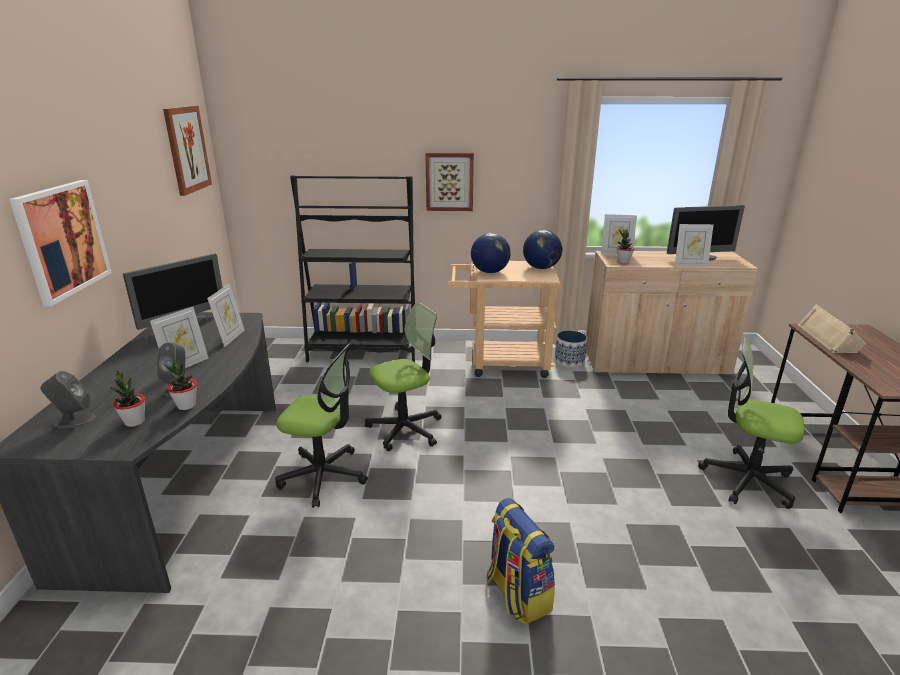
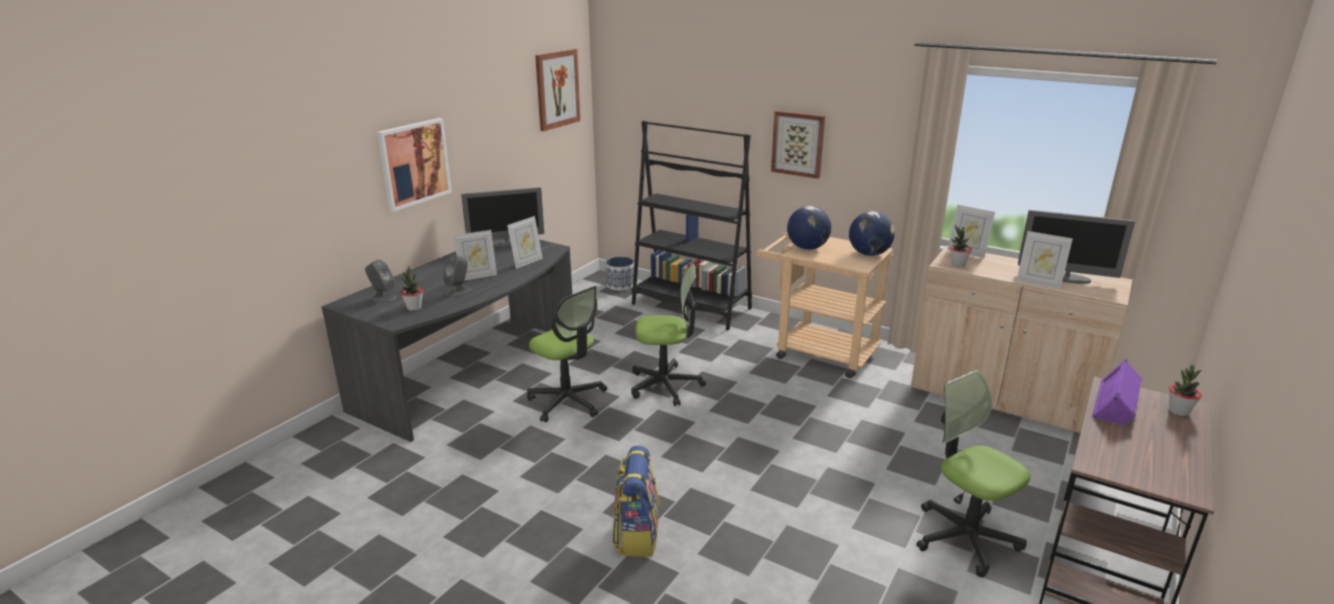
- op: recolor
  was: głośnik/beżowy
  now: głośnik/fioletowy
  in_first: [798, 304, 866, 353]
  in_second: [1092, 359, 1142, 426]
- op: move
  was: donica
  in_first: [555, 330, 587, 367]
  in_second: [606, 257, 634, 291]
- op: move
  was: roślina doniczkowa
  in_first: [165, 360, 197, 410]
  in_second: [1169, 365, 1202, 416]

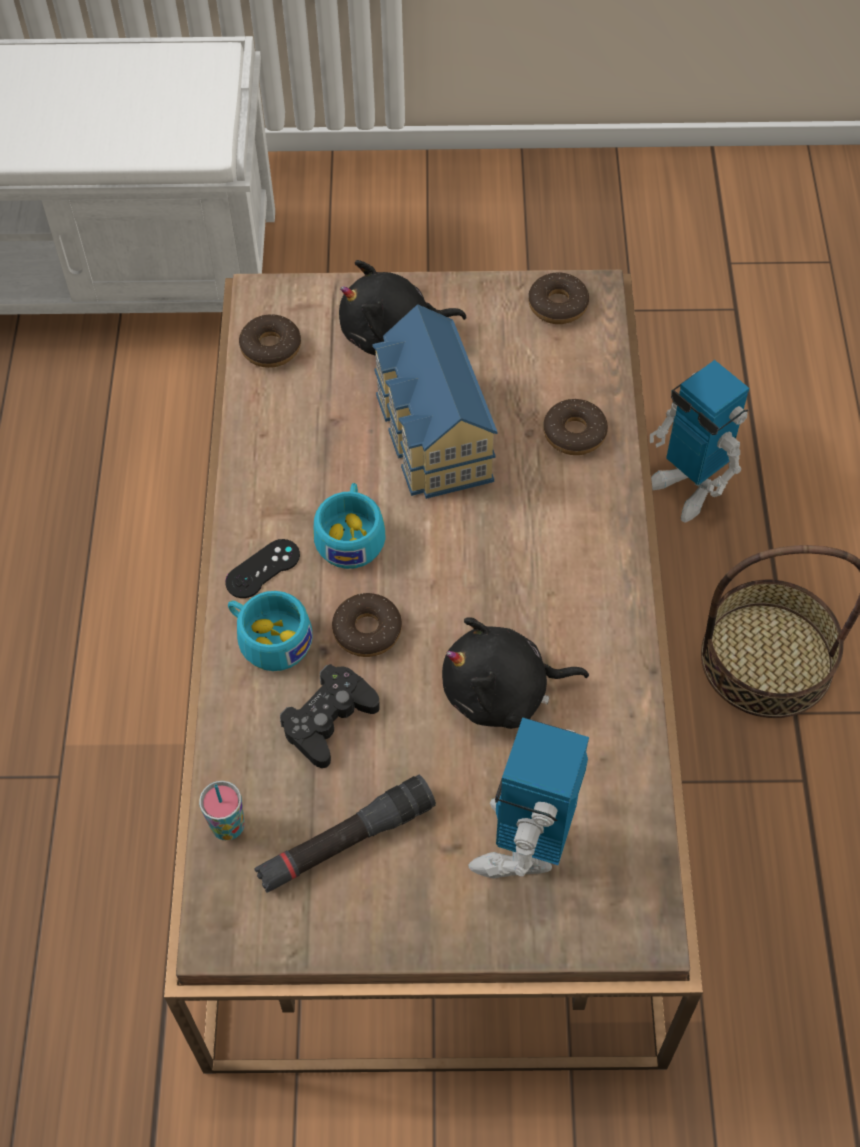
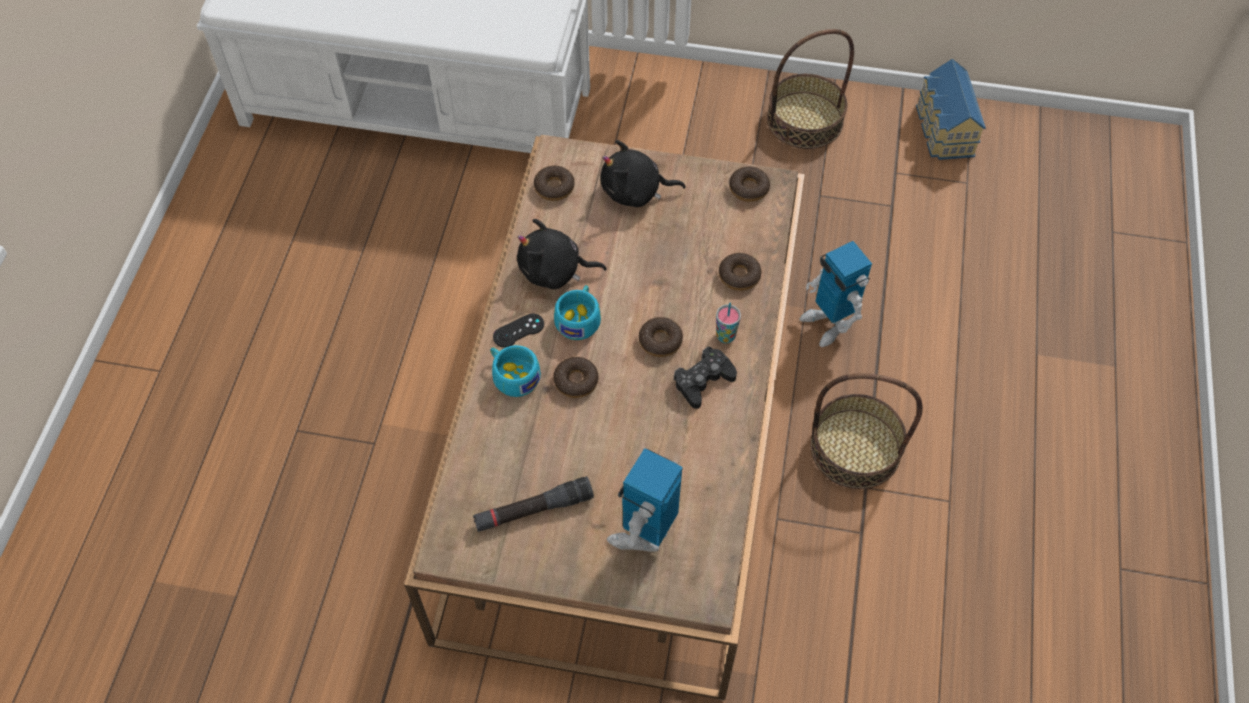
- op: move
  was: domek
  in_first: [372, 304, 498, 499]
  in_second: [916, 59, 986, 160]
- op: move
  was: pluszak/czarny
  in_first: [442, 617, 589, 729]
  in_second: [517, 219, 607, 289]
- op: move
  was: pad do gier/czarny
  in_first: [280, 664, 380, 768]
  in_second: [674, 347, 737, 409]
- op: move
  was: filiżanka
  in_first: [199, 781, 245, 840]
  in_second: [716, 303, 741, 343]
- op: insert
  now: koszyk
  in_second: [767, 29, 854, 149]
- op: insert
  now: donut
  in_second: [639, 317, 683, 357]

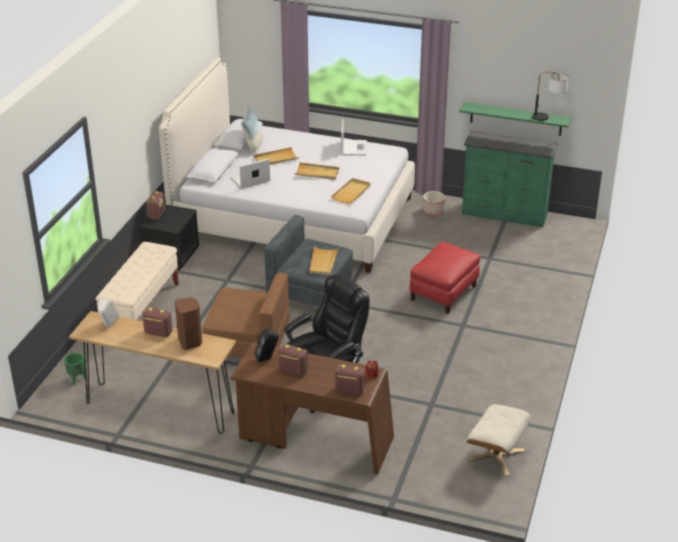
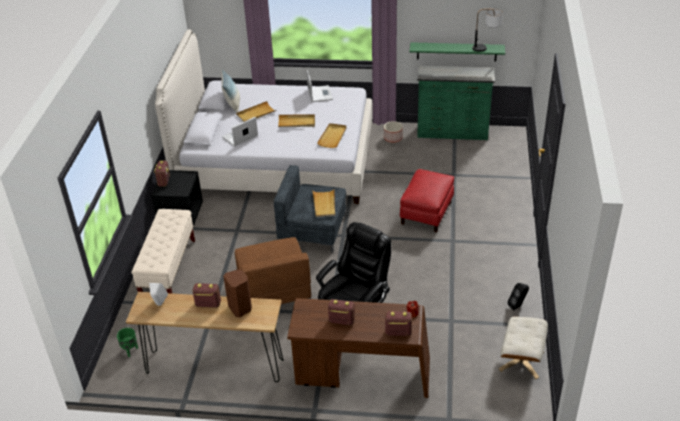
- op: rotate
  was: fotel/brązowy
  in_first: [203, 273, 290, 358]
  in_second: [235, 237, 312, 304]
  clockwise: 75
- op: move
  was: głośnik/czarny
  in_first: [255, 328, 279, 362]
  in_second: [507, 283, 529, 310]

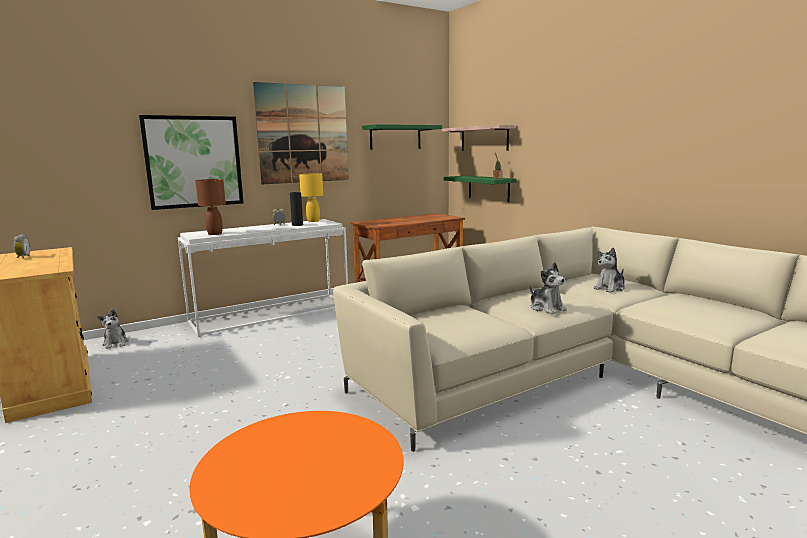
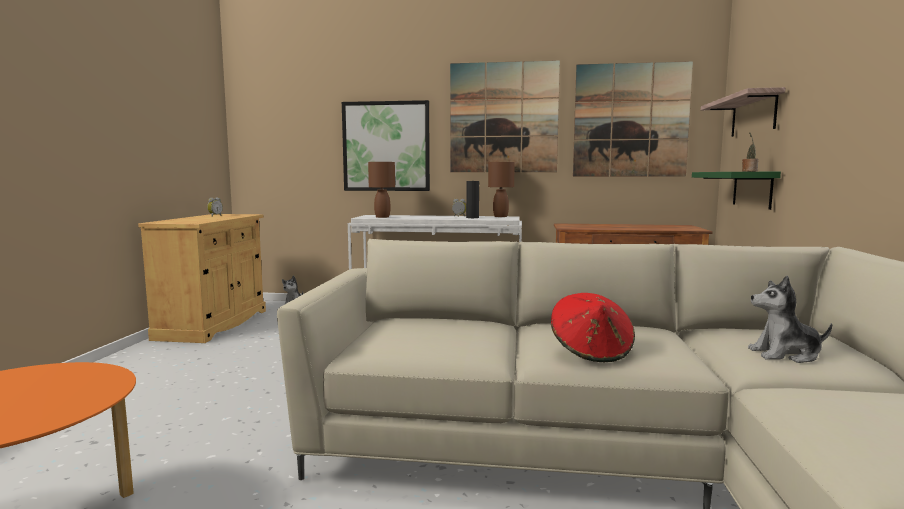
- op: replace
  was: półka/zielony
  now: obraz
  in_first: [362, 124, 442, 150]
  in_second: [573, 61, 693, 176]
- op: recolor
  was: lampa stołowa/żółty
  now: lampa stołowa/brązowy
  in_first: [299, 173, 323, 222]
  in_second: [488, 162, 515, 217]
- op: replace
  was: pluszak
  now: kapelusz/czerwony
  in_first: [529, 262, 567, 314]
  in_second: [551, 293, 635, 362]

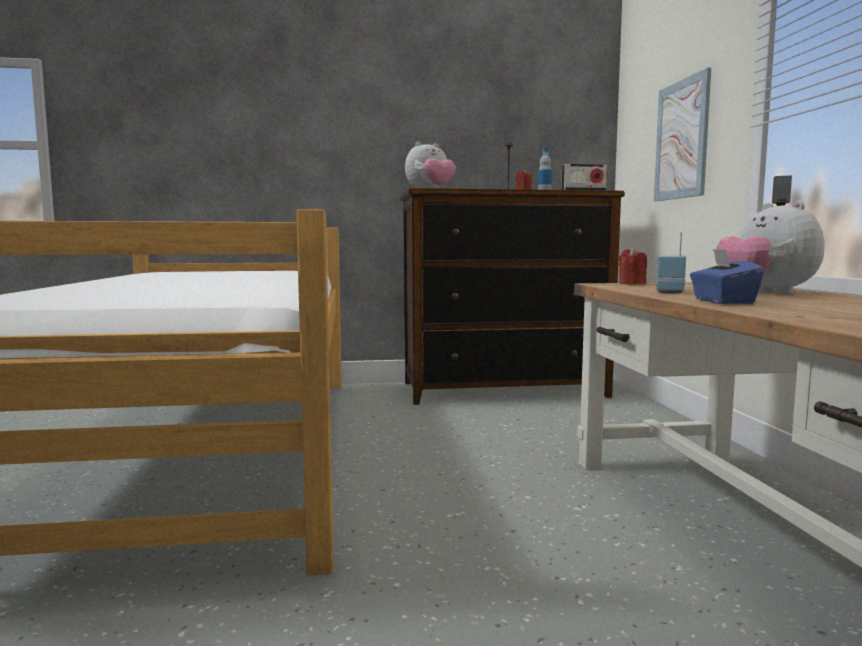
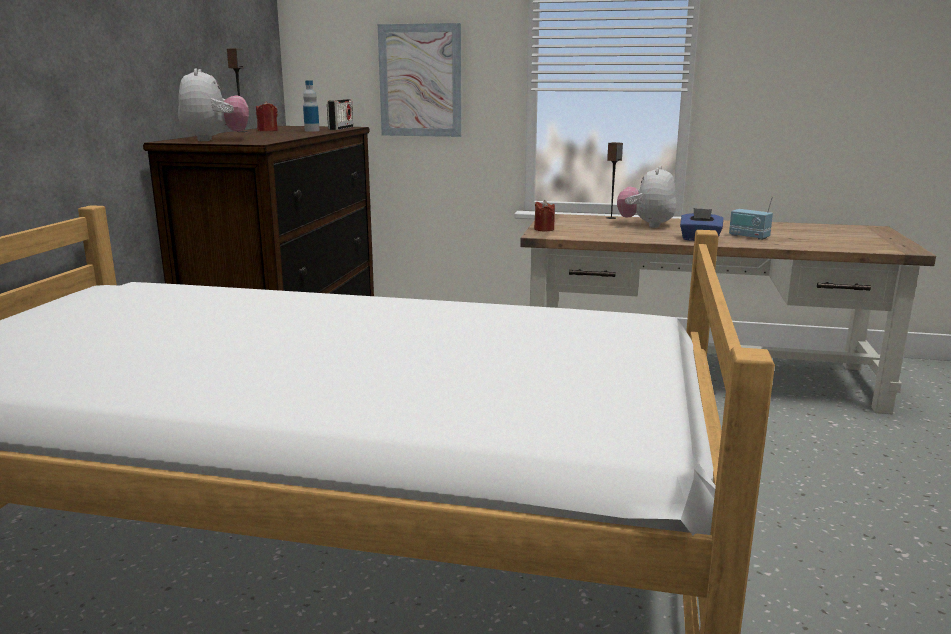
- op: rotate
  was: pluszak
  in_first: [715, 200, 824, 295]
  in_second: [617, 166, 676, 228]
  clockwise: 105
- op: move
  was: radio
  in_first: [656, 232, 686, 293]
  in_second: [729, 196, 773, 240]

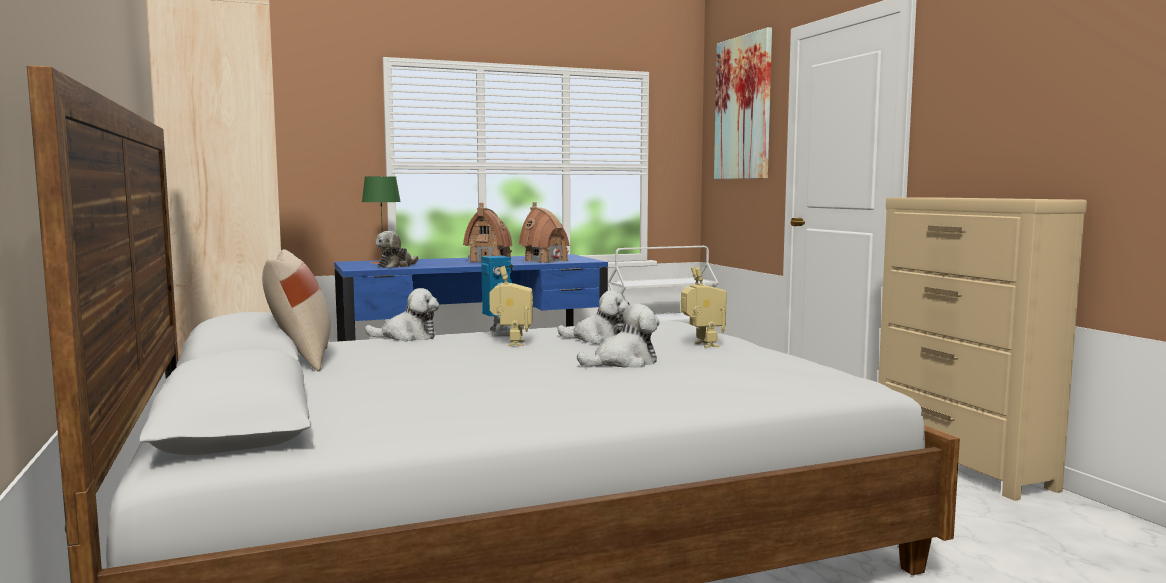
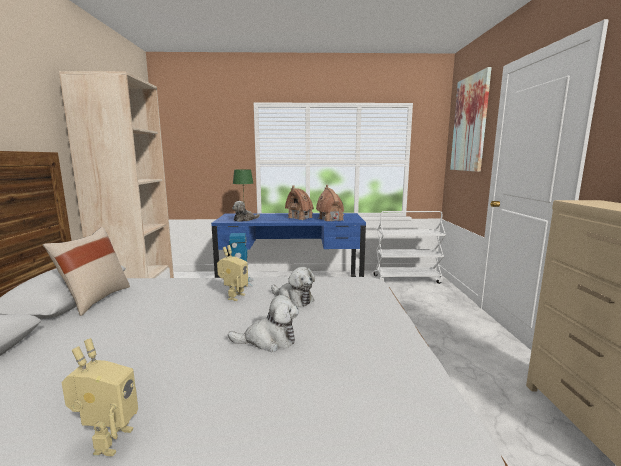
- op: move
  was: robot zabawkowy
  in_first: [681, 267, 727, 348]
  in_second: [61, 338, 138, 456]
- op: delete
  was: pluszak
  in_first: [365, 288, 439, 342]

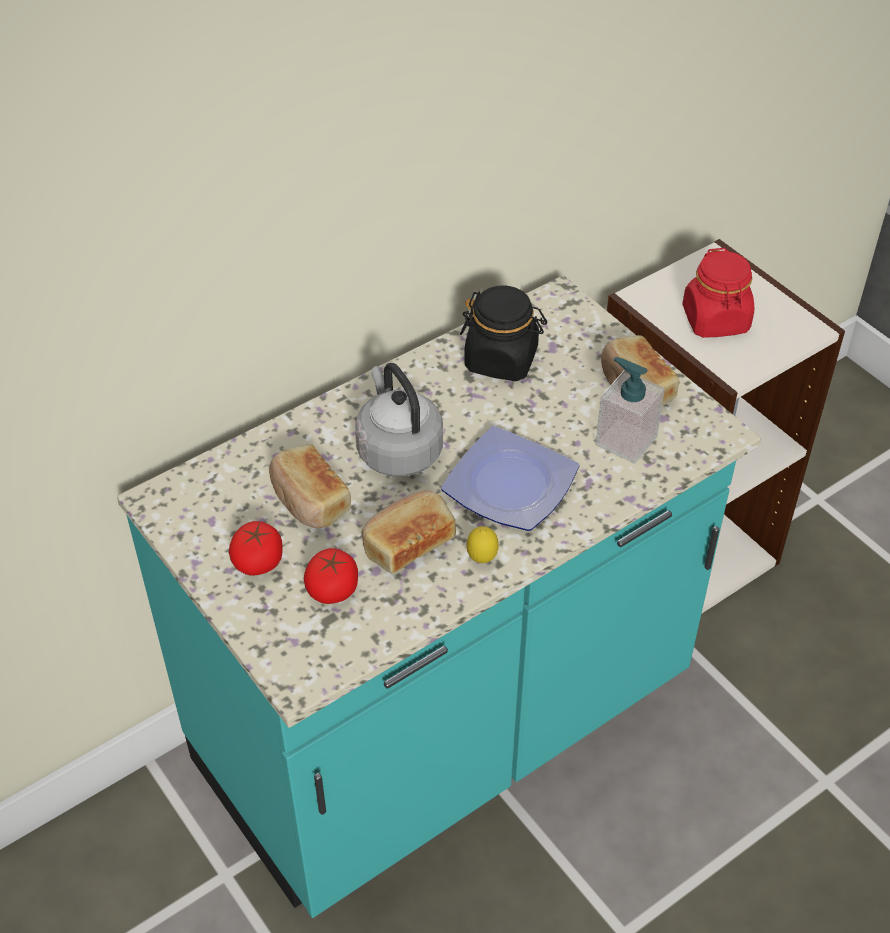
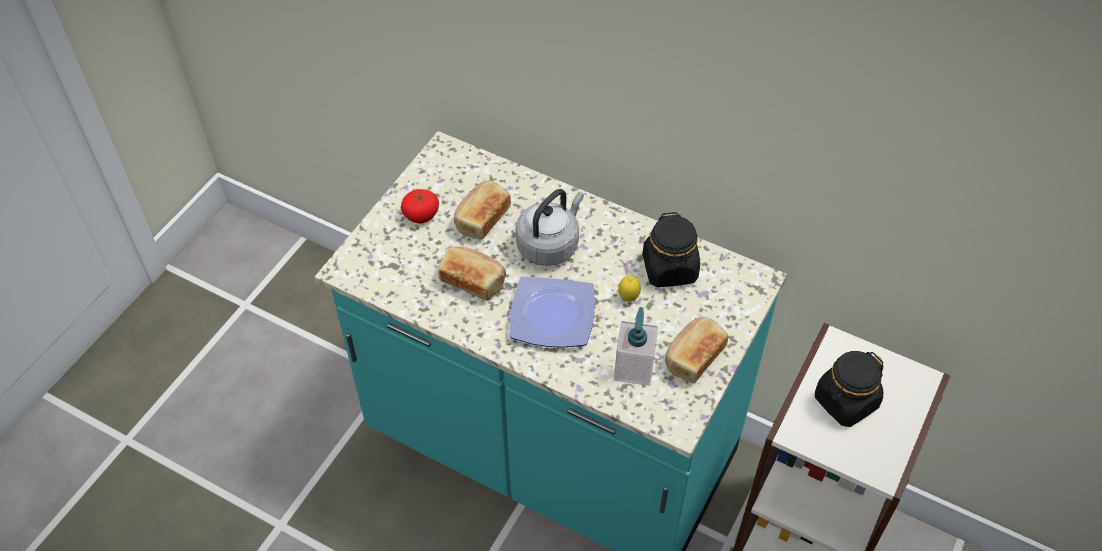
- op: recolor
  was: słoik/czerwony
  now: słoik/czarny
  in_first: [682, 248, 754, 338]
  in_second: [815, 351, 884, 427]
- op: move
  was: cytryna
  in_first: [466, 526, 499, 563]
  in_second: [618, 276, 641, 301]
- op: delete
  was: pomidor
  in_first: [304, 548, 358, 604]

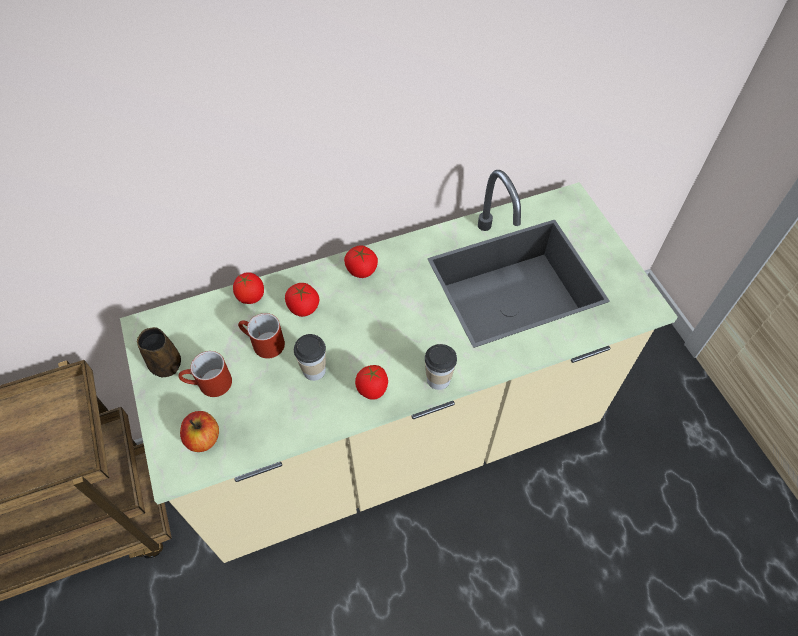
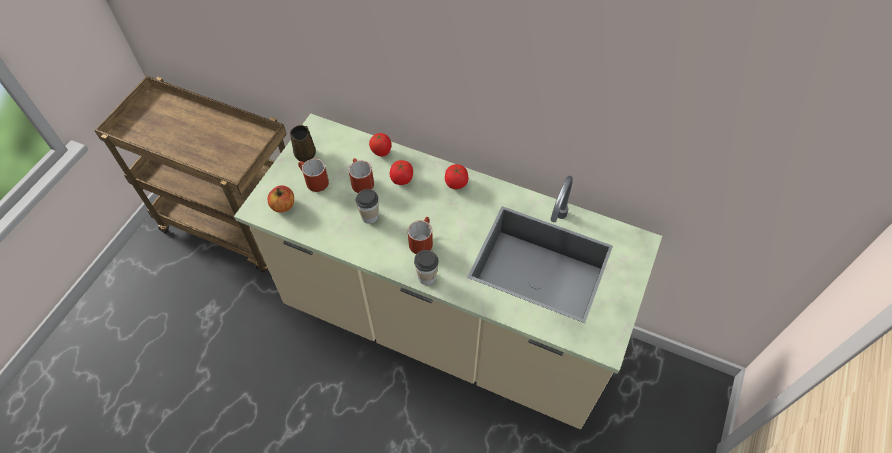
- op: delete
  was: pomidor
  in_first: [355, 365, 388, 400]
- op: insert
  now: kubek/czerwony
  in_second: [408, 217, 433, 254]

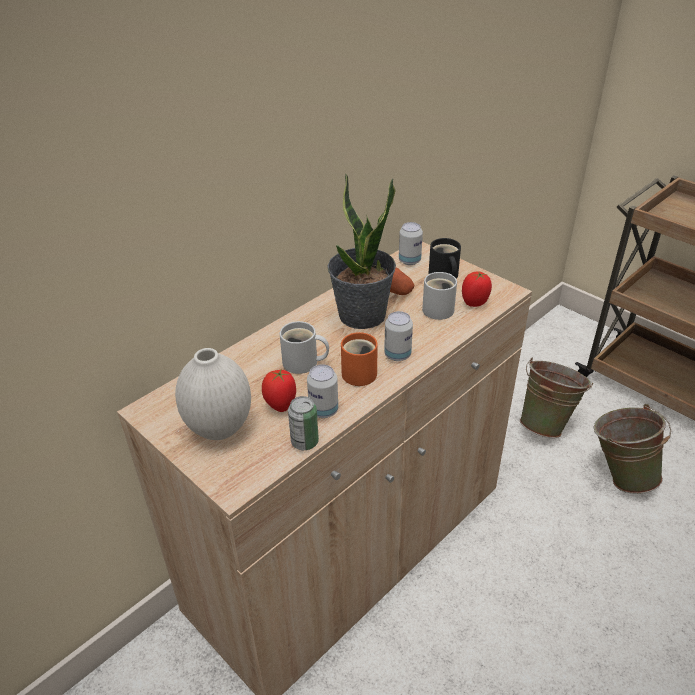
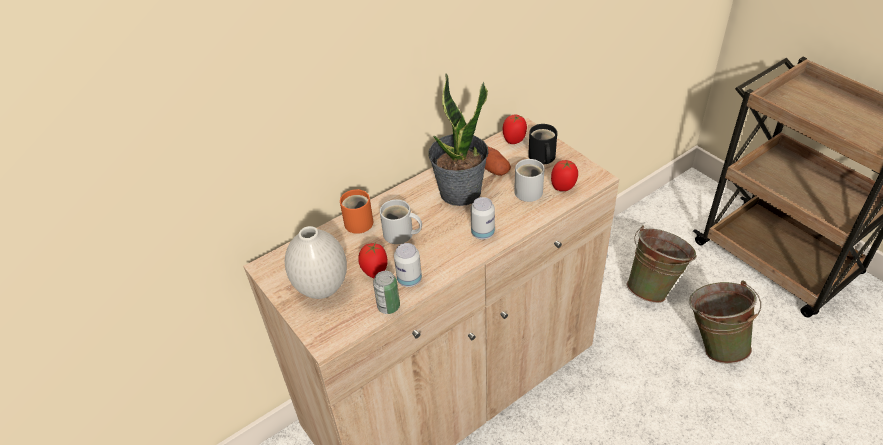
- op: replace
  was: puszka
  now: pomidor
  in_first: [399, 222, 423, 265]
  in_second: [502, 115, 527, 144]
- op: move
  was: kubek/pomarańczowy
  in_first: [341, 332, 378, 386]
  in_second: [340, 189, 373, 234]

